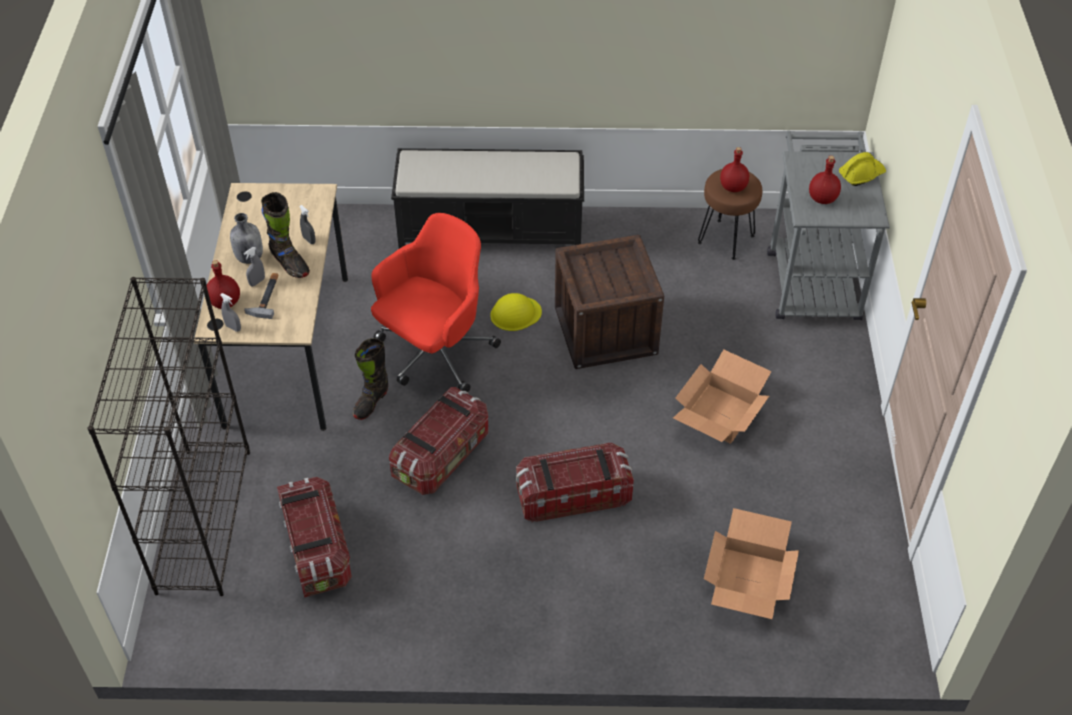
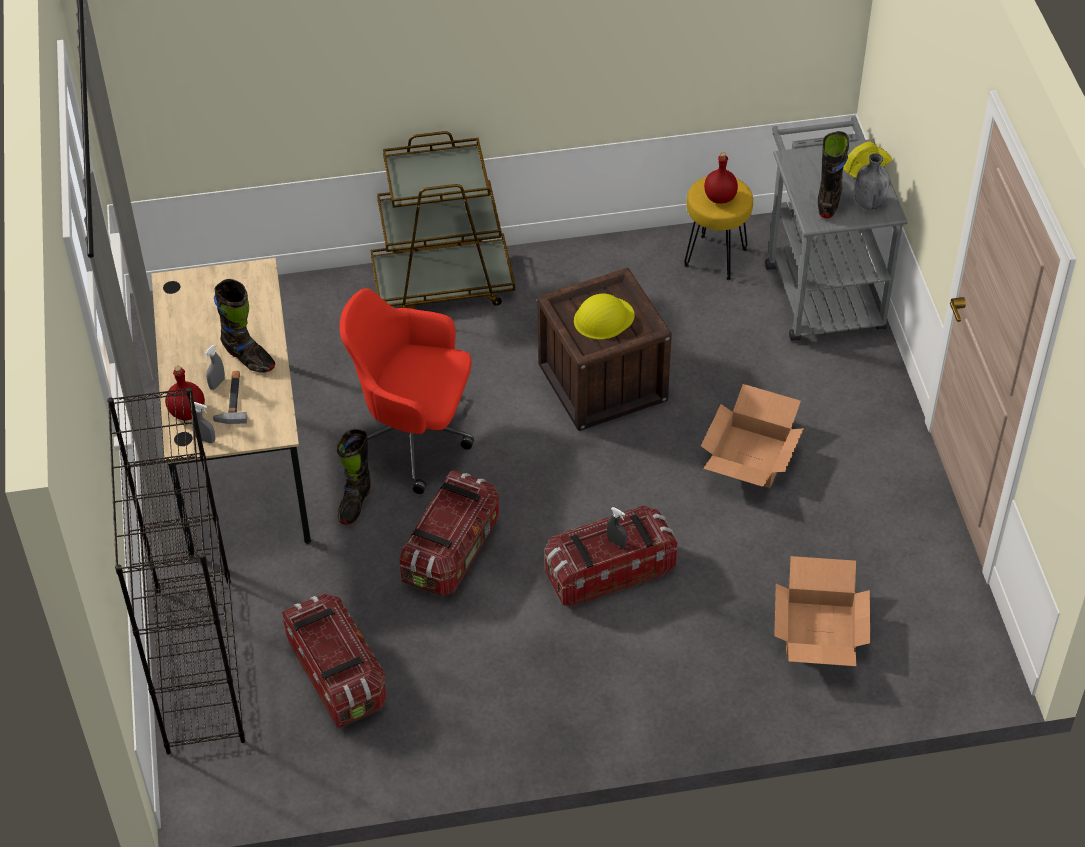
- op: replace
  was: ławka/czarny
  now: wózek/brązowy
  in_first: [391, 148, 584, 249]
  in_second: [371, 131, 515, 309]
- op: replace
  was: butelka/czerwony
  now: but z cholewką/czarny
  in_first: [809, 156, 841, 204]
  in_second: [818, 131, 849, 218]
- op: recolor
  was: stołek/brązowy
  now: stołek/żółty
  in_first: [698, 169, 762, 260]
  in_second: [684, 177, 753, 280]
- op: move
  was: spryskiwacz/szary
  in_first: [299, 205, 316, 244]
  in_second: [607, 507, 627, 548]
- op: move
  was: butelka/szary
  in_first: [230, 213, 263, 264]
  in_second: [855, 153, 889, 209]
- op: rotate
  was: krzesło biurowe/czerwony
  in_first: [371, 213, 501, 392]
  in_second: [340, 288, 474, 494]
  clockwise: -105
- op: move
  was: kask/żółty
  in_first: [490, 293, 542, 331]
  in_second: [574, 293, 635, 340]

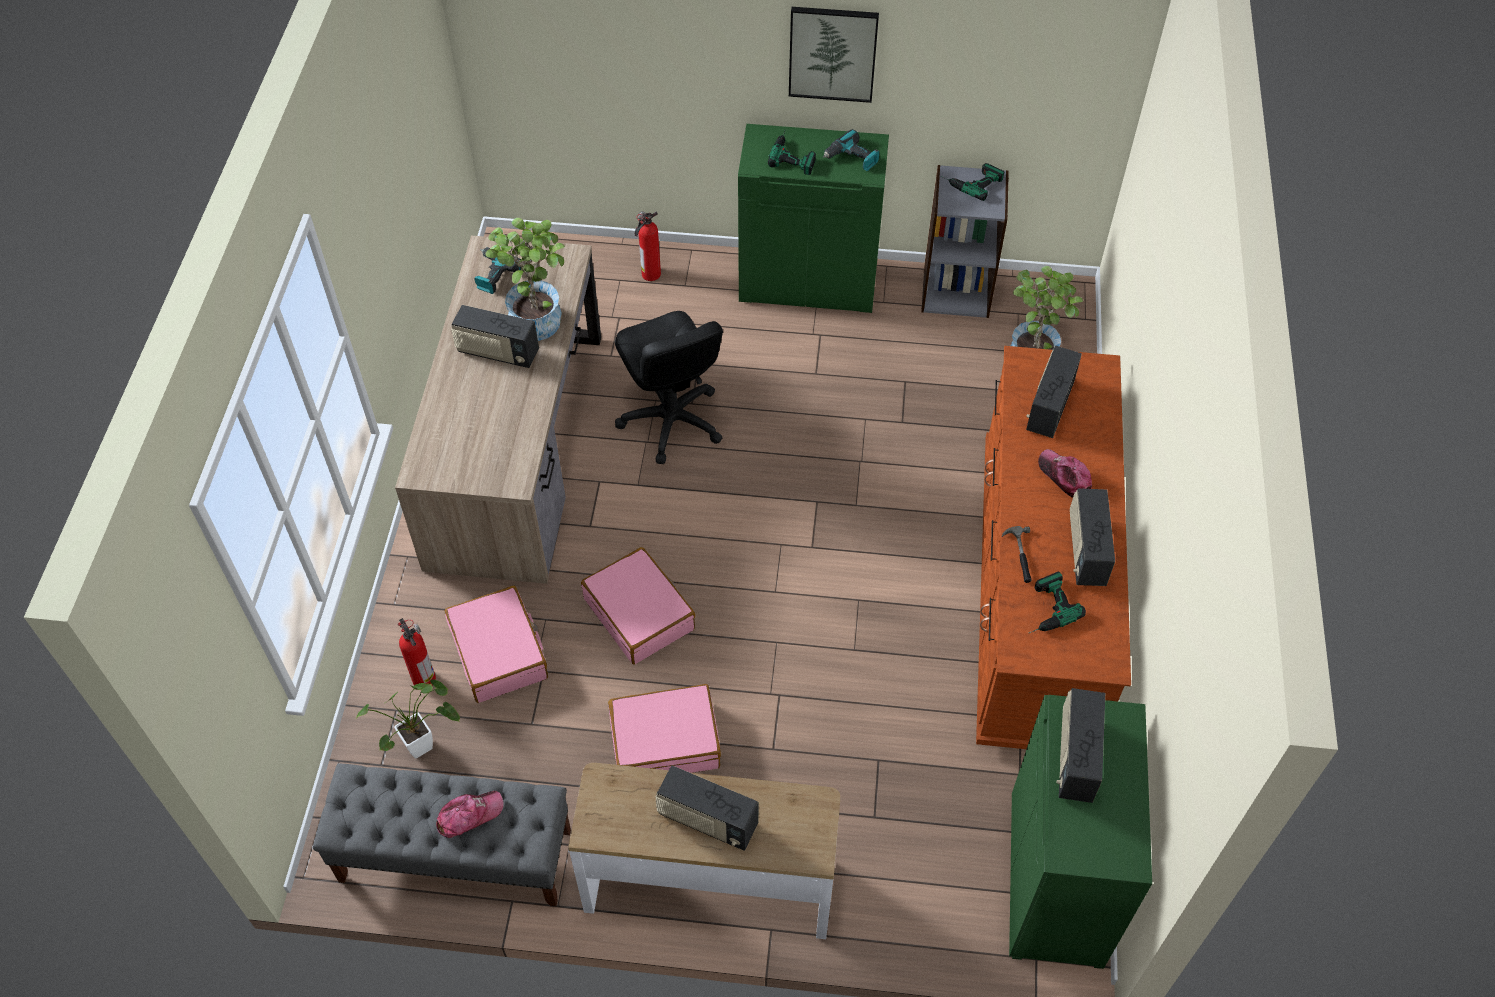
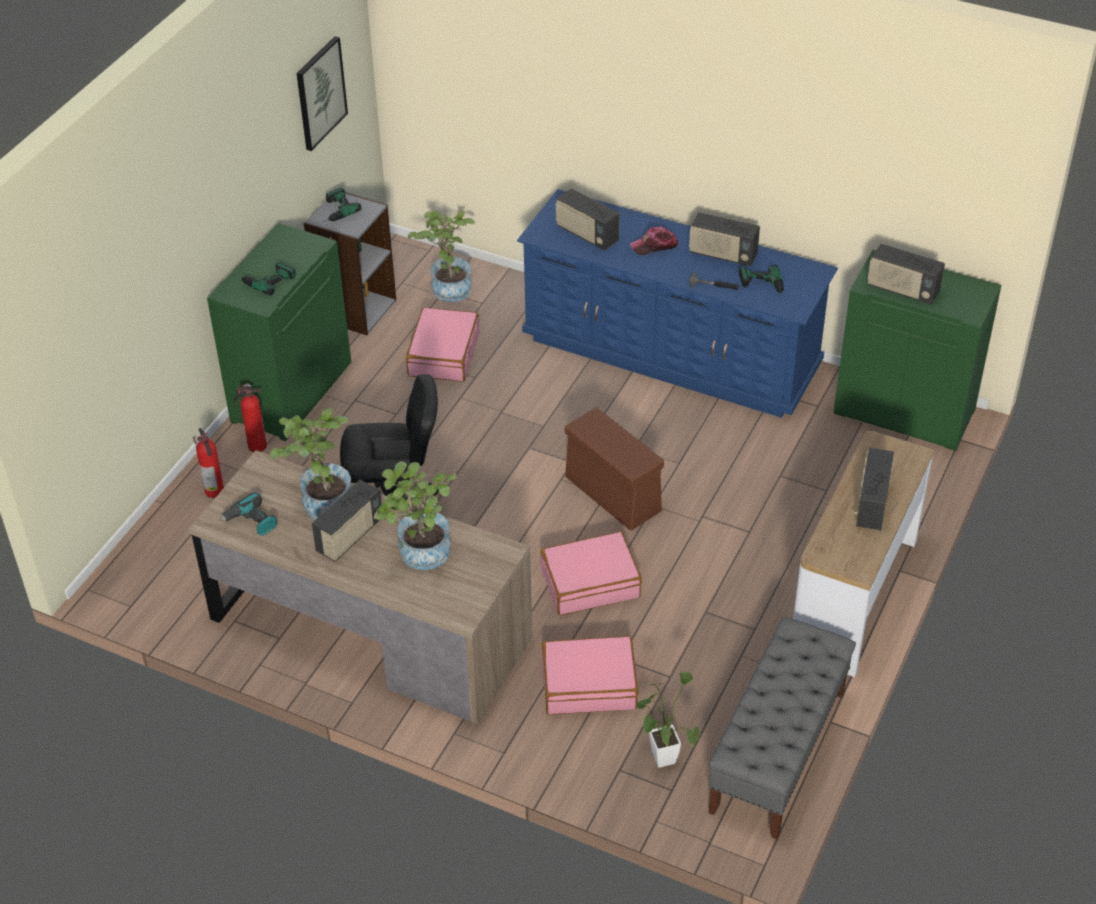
- op: move
  was: obraz
  in_first: [789, 7, 879, 103]
  in_second: [297, 36, 348, 151]
- op: delete
  was: wiertarka
  in_first: [823, 129, 880, 171]
- op: recolor
  was: komoda/brązowy
  now: komoda/niebieski
  in_first: [976, 346, 1131, 749]
  in_second: [517, 189, 838, 418]
- op: move
  was: gaśnica
  in_first: [397, 618, 436, 685]
  in_second: [234, 383, 267, 452]
- op: move
  was: walizka/różowy
  in_first: [608, 684, 721, 773]
  in_second: [406, 307, 479, 382]
- op: rotate
  was: radio
  in_first: [655, 765, 759, 851]
  in_second: [855, 448, 894, 531]
  clockwise: 150
- op: delete
  was: czapka z daszkiem
  in_first: [436, 791, 504, 838]
- op: insert
  now: pojemnik do przechowywania/brązowy
  in_second: [565, 408, 664, 531]
- op: insert
  now: roślina doniczkowa
  in_second: [375, 461, 457, 570]

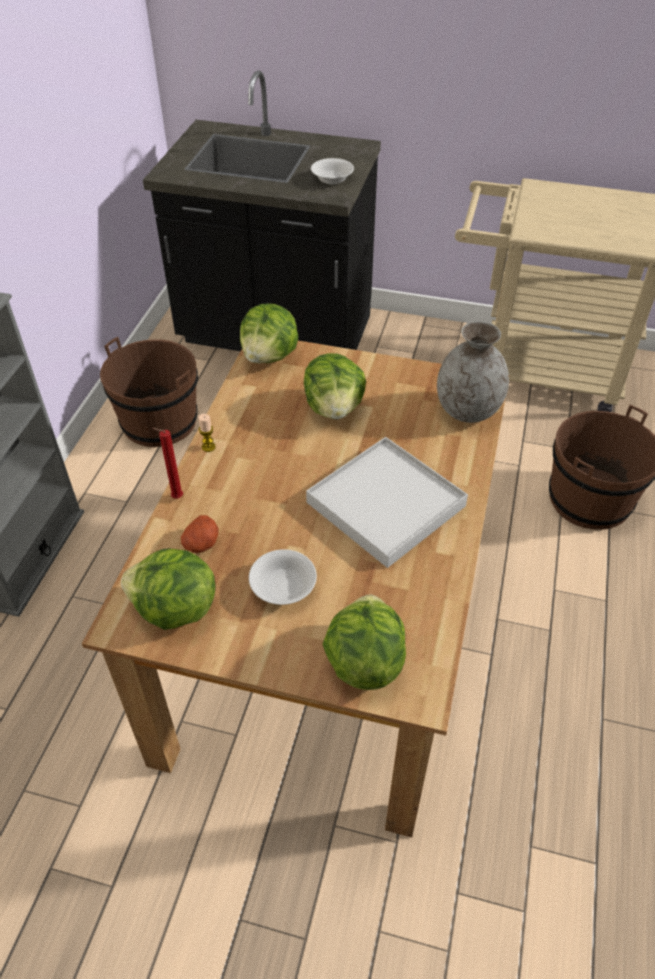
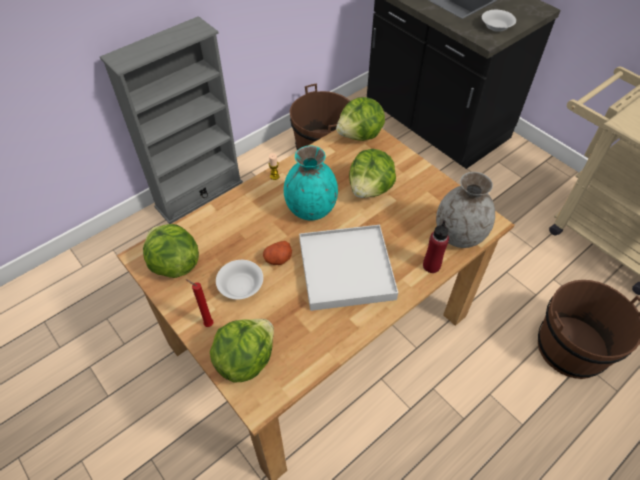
- op: move
  was: świeca/czerwony
  in_first: [152, 428, 183, 498]
  in_second: [186, 279, 214, 327]
- op: move
  was: ziemniak
  in_first: [181, 515, 219, 553]
  in_second: [263, 241, 292, 265]
- op: insert
  now: wazon/turkusowy
  in_second: [284, 146, 338, 220]
- op: insert
  now: butelka/czerwony
  in_second: [423, 220, 449, 273]

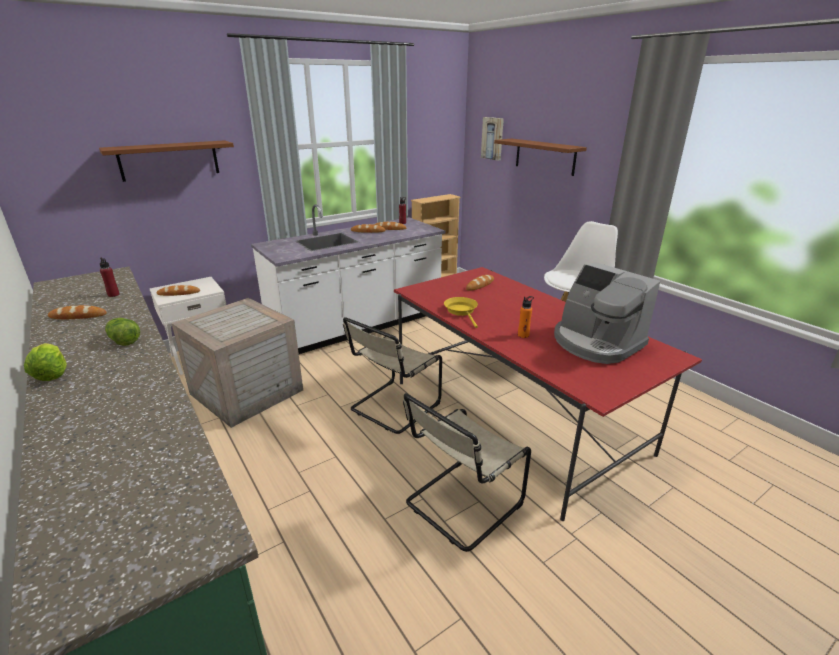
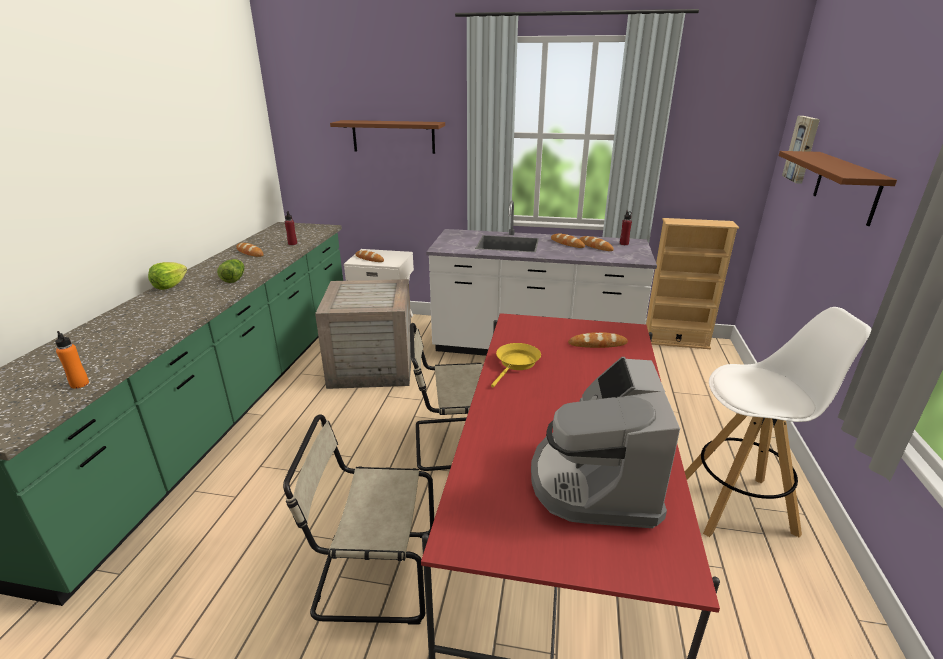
- op: move
  was: butelka/pomarańczowy
  in_first: [518, 296, 534, 338]
  in_second: [55, 331, 89, 389]

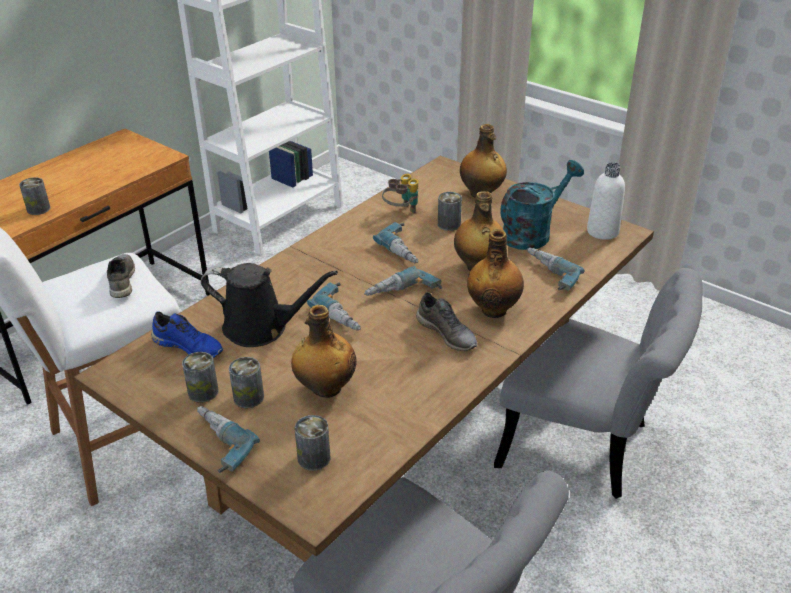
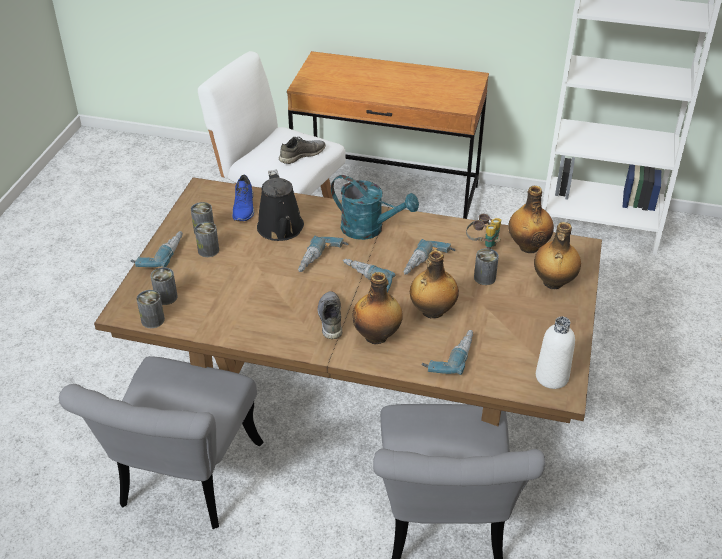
- op: move
  was: konewka/turkusowy
  in_first: [500, 160, 584, 250]
  in_second: [331, 175, 419, 240]
- op: move
  was: puszka
  in_first: [19, 177, 51, 215]
  in_second: [137, 290, 165, 328]
- op: rotate
  was: but/szary
  in_first: [416, 292, 477, 351]
  in_second: [317, 291, 342, 339]
  clockwise: 150
- op: move
  was: butelka
  in_first: [291, 305, 357, 398]
  in_second: [508, 186, 554, 253]

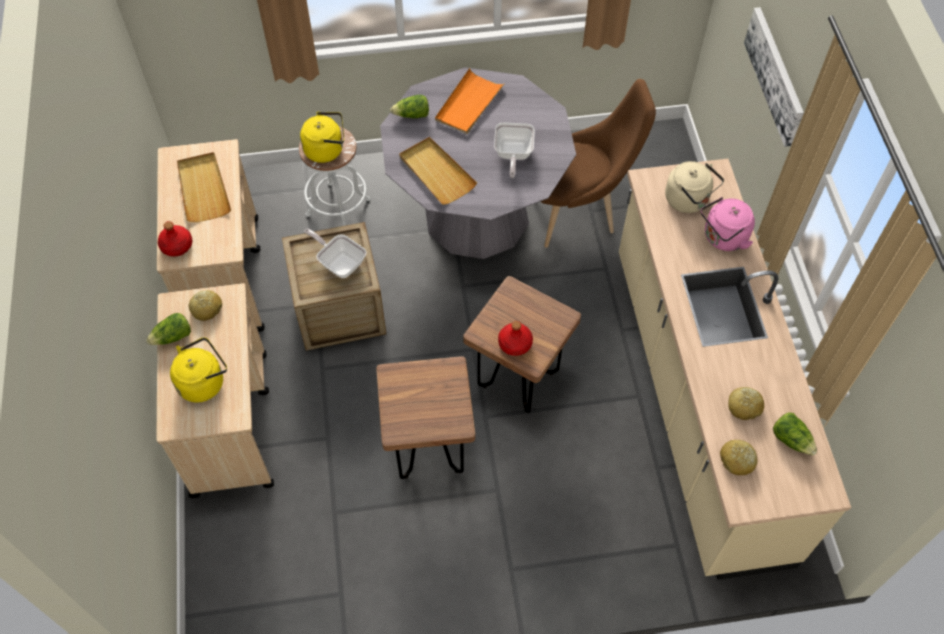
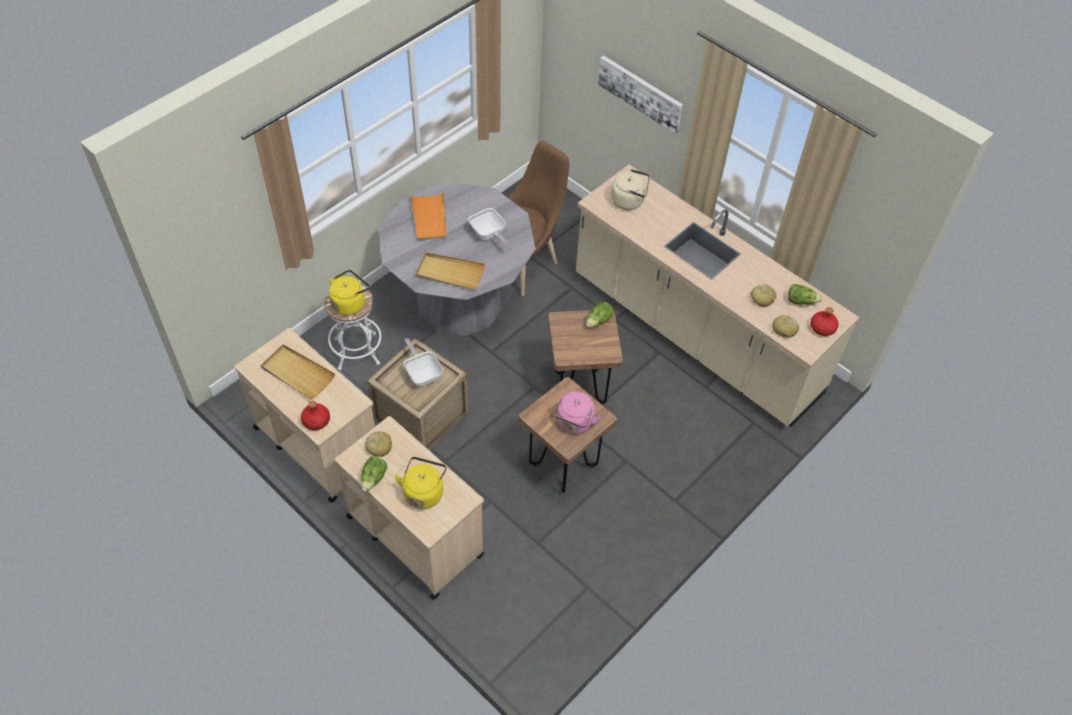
- op: move
  was: sałata
  in_first: [390, 95, 429, 118]
  in_second: [586, 302, 614, 327]
- op: move
  was: czajnik/różowy
  in_first: [701, 197, 755, 251]
  in_second: [553, 391, 602, 434]
- op: rotate
  was: patelnia
  in_first: [304, 229, 366, 278]
  in_second: [404, 338, 443, 386]
  clockwise: 60
- op: move
  was: butelka/czerwony
  in_first: [498, 321, 533, 356]
  in_second: [810, 307, 838, 336]

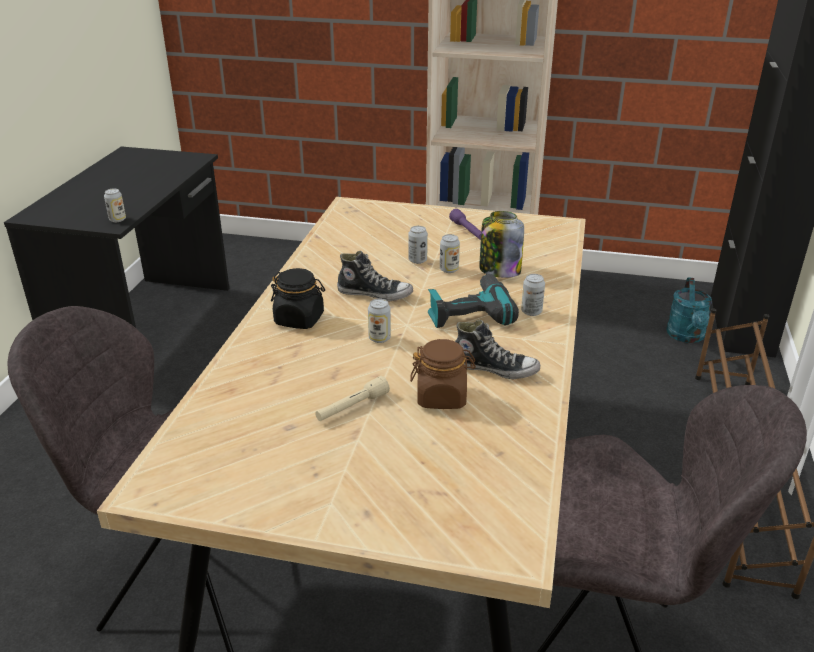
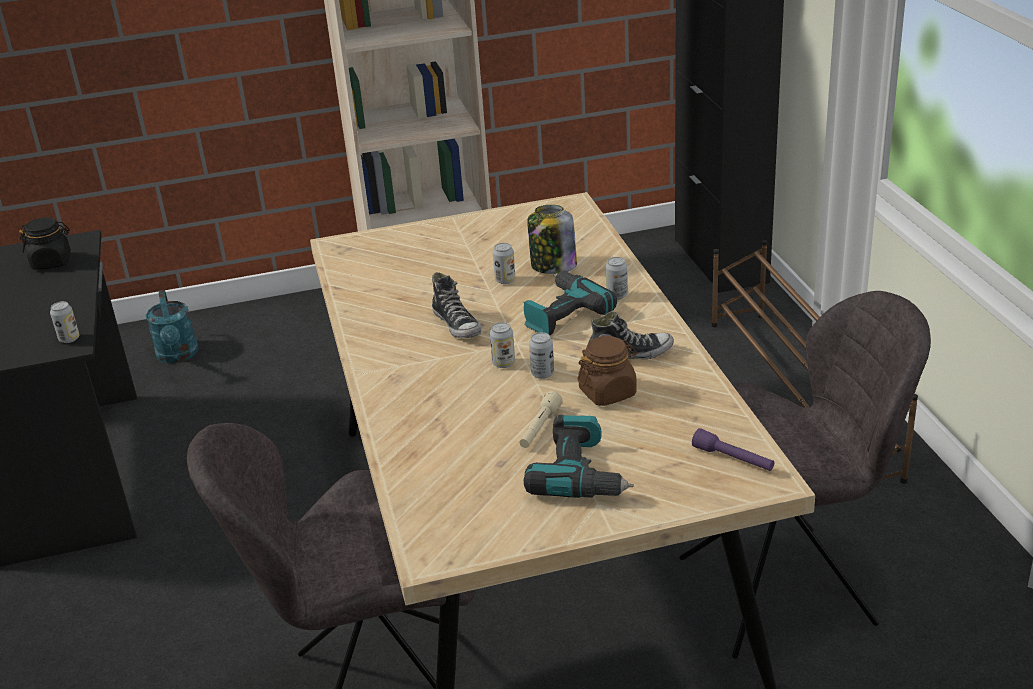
- op: move
  was: latarka/fioletowy
  in_first: [449, 209, 481, 240]
  in_second: [692, 428, 774, 471]
- op: move
  was: puszka
  in_first: [408, 226, 428, 264]
  in_second: [529, 332, 554, 379]
- op: rotate
  was: but
  in_first: [337, 251, 413, 301]
  in_second: [432, 272, 481, 338]
  clockwise: 75
- op: move
  was: słoik/czarny
  in_first: [271, 268, 325, 329]
  in_second: [19, 217, 71, 270]
- op: move
  was: konewka/turkusowy
  in_first: [666, 277, 712, 343]
  in_second: [146, 290, 198, 363]
- op: insert
  now: wiertarka
  in_second: [524, 414, 634, 498]

